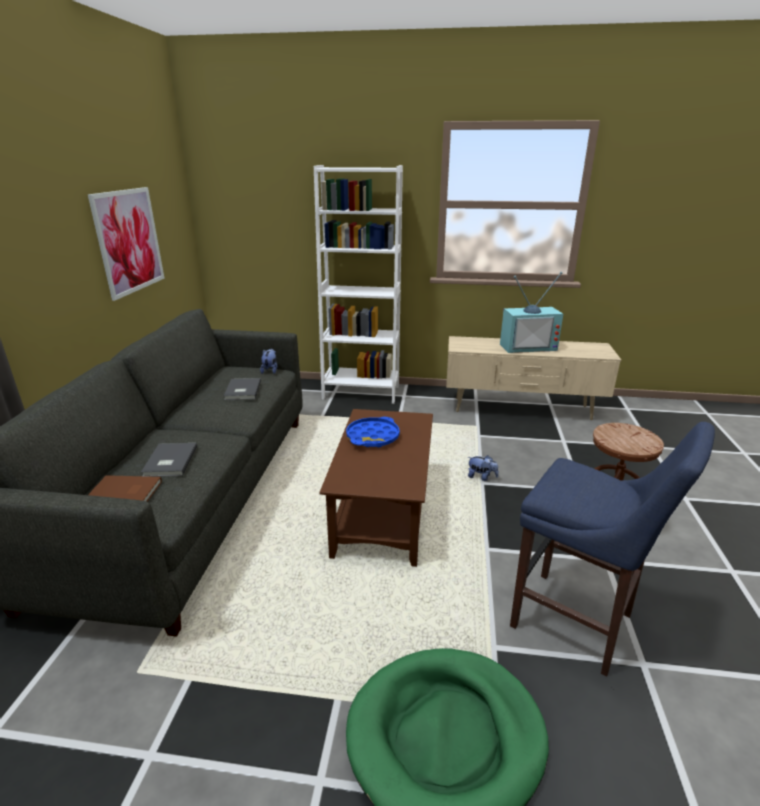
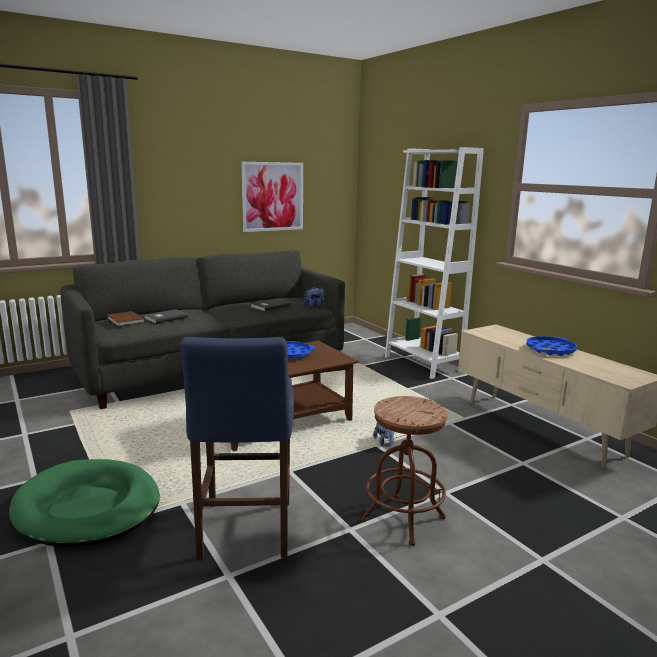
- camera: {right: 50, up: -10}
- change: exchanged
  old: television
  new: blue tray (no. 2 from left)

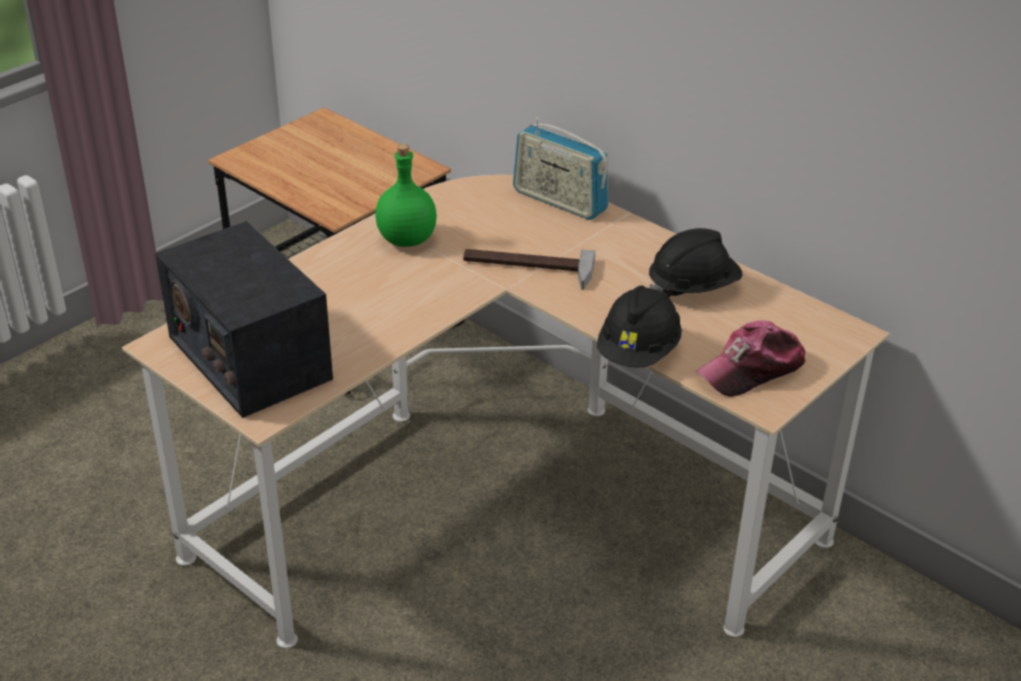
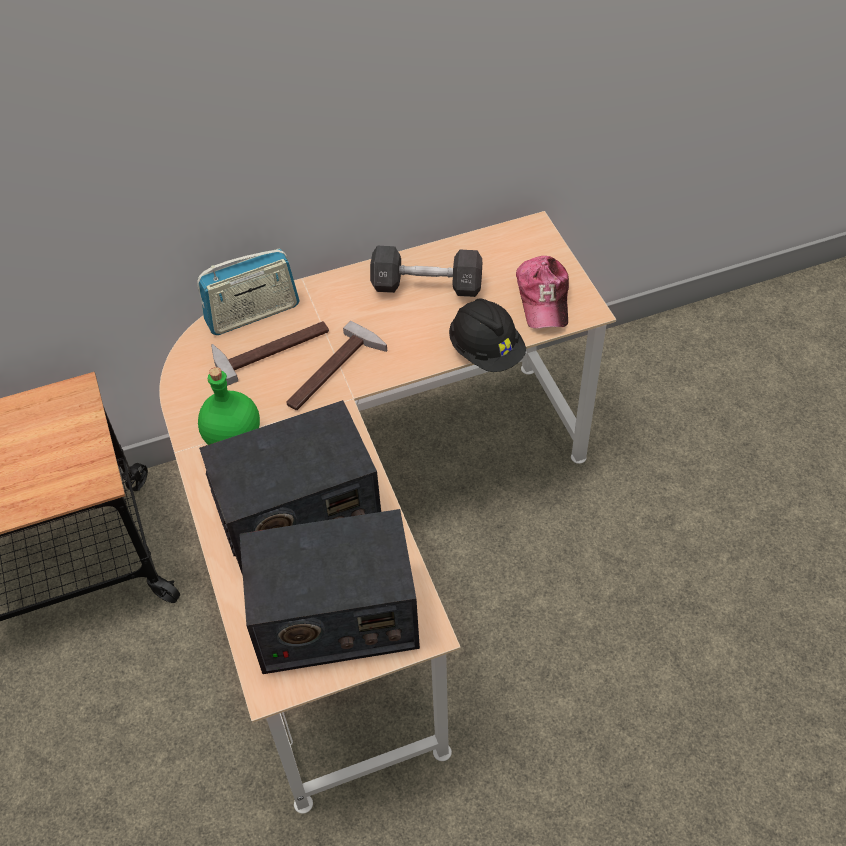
- camera: {right: -60, up: 15}
- change: appeared
  new: radio (no. 2 from left)
- change: appeared
  new: hammer (no. 1 from left)
- change: exchanged
  old: black hard hat (no. 2 from left)
  new: black dumbbell

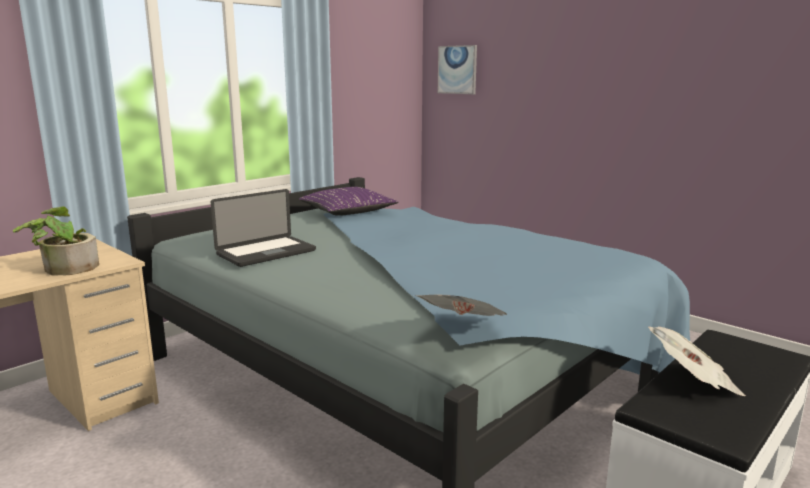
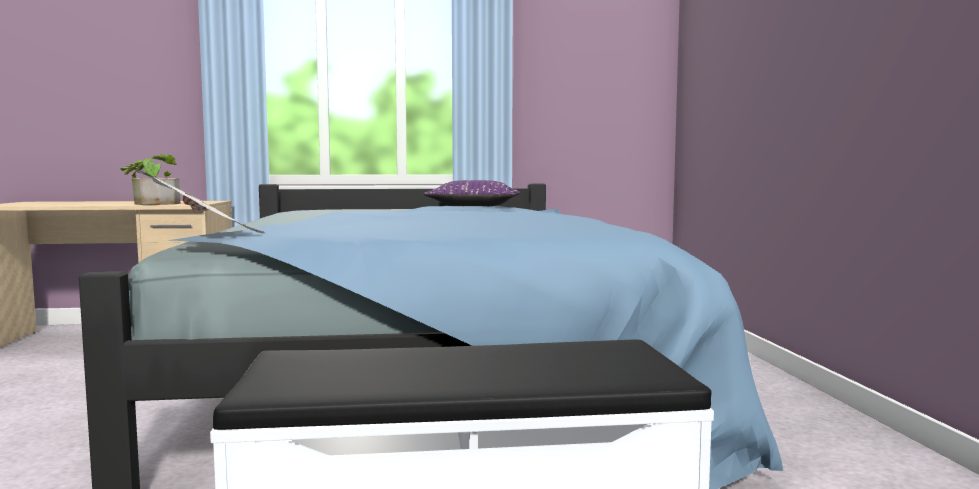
- camera: {right: 40, up: -10}
- change: missing
  old: laptop
- change: missing
  old: picture
- change: missing
  old: newspaper (no. 2 from left)

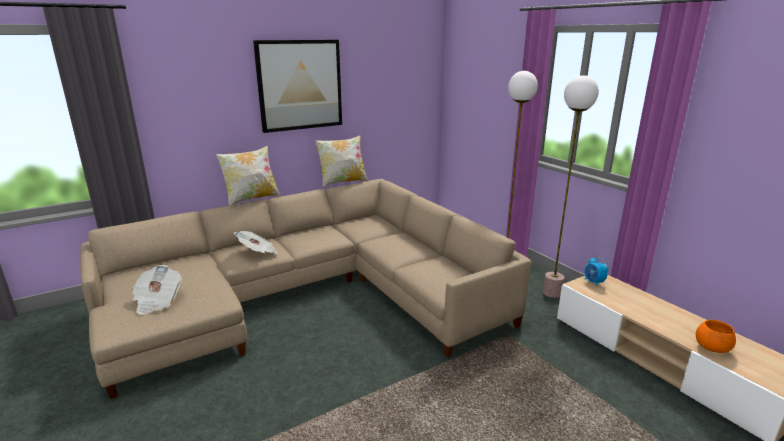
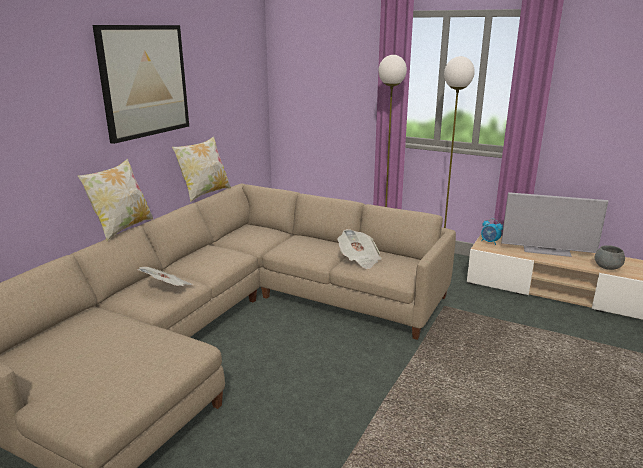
- camera: {right: -30, up: 0}
- change: relocated
  old: newspaper (no. 1 from left in the first image)
  new: newspaper (no. 2 from left)
- change: appeared
  new: television
- change: colour
  old: orange bowl
  new: grey bowl

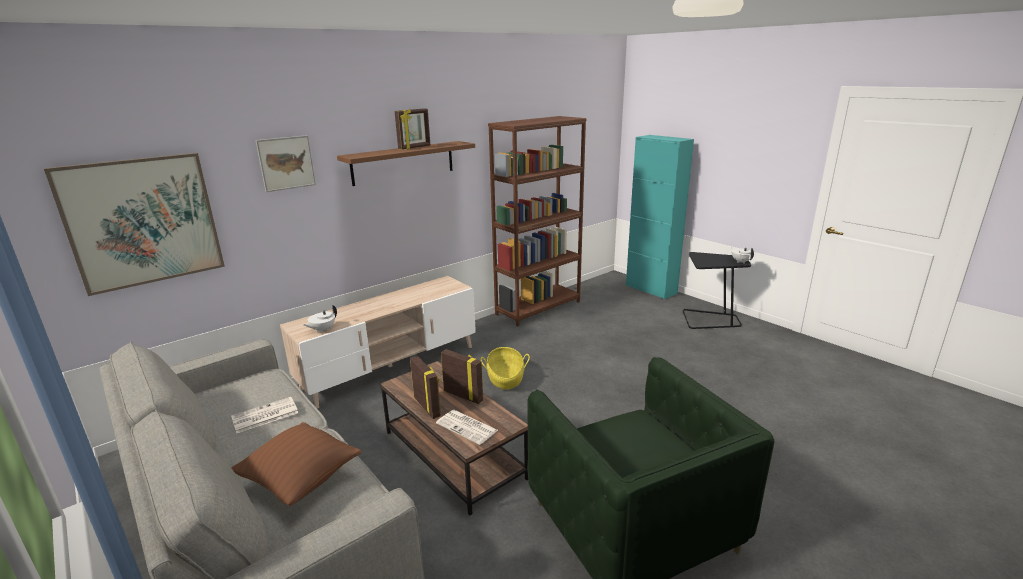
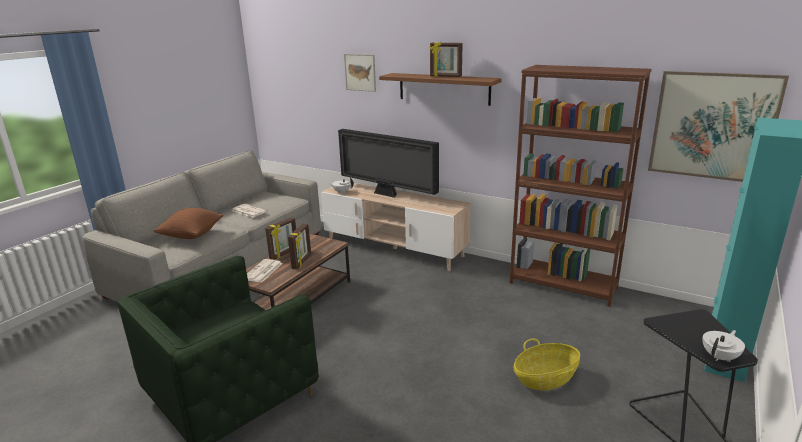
- camera: {right: 70, up: 0}
- change: appeared
  new: television
- change: relocated
  old: basket
- change: relocated
  old: picture (no. 1 from left in the first image)
  new: picture (no. 2 from left)

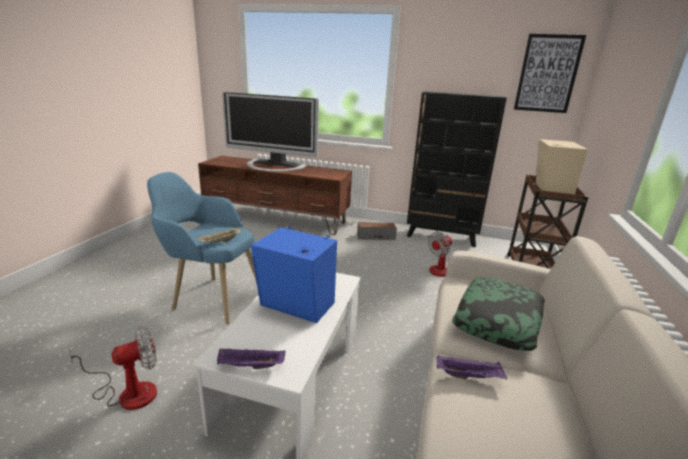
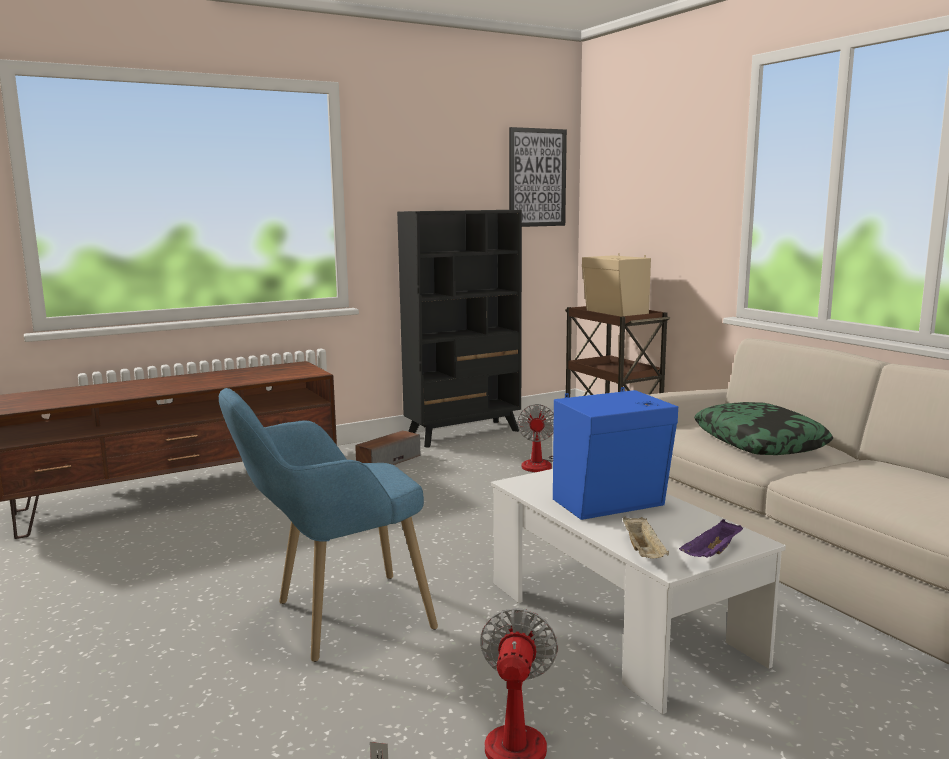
- camera: {right: -45, up: -10}
- change: relocated
  old: beige tray
- change: missing
  old: television
- change: missing
  old: purple tray (no. 2 from left)

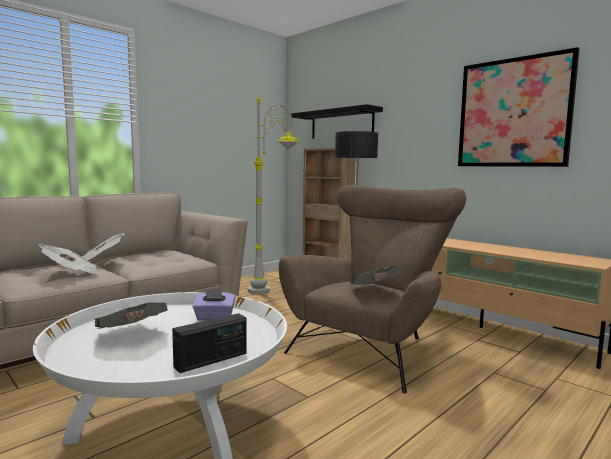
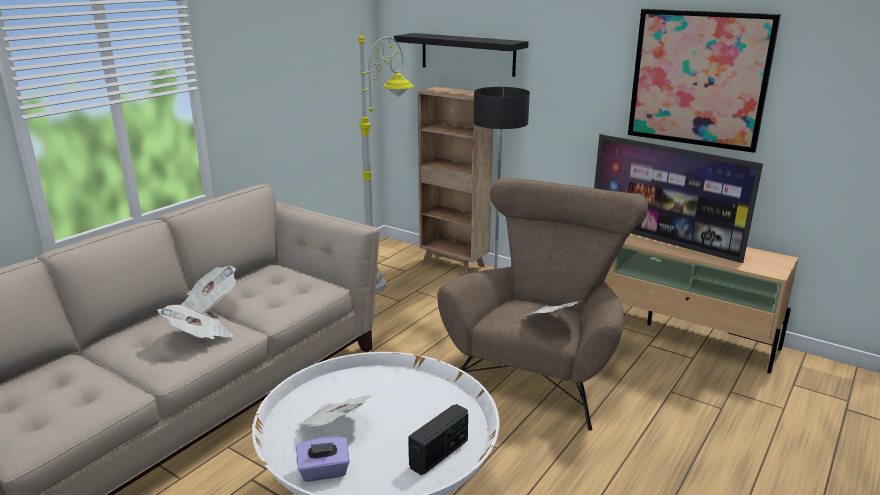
- camera: {right: -10, up: 15}
- change: relocated
  old: purple tissue box
- change: appeared
  new: television

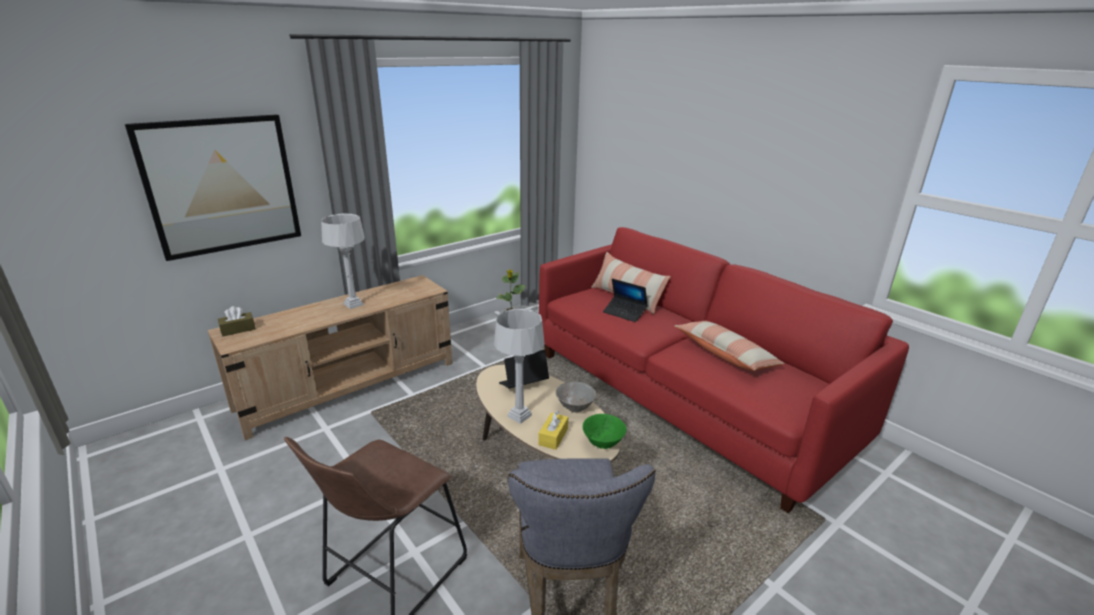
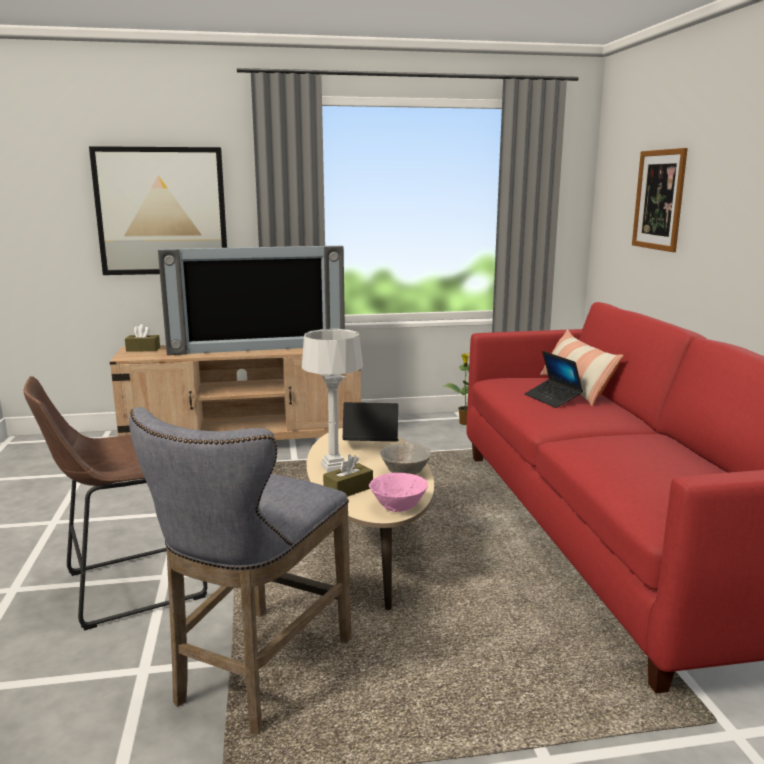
- camera: {right: 30, up: -10}
- change: exchanged
  old: grey table lamp (no. 1 from left)
  new: television
- change: colour
  old: yellow tissue box
  new: brown tissue box (no. 2 from left)
- change: colour
  old: green bowl
  new: pink bowl
- change: appeared
  new: picture (no. 2 from left)
- change: missing
  old: pillow (no. 2 from left)

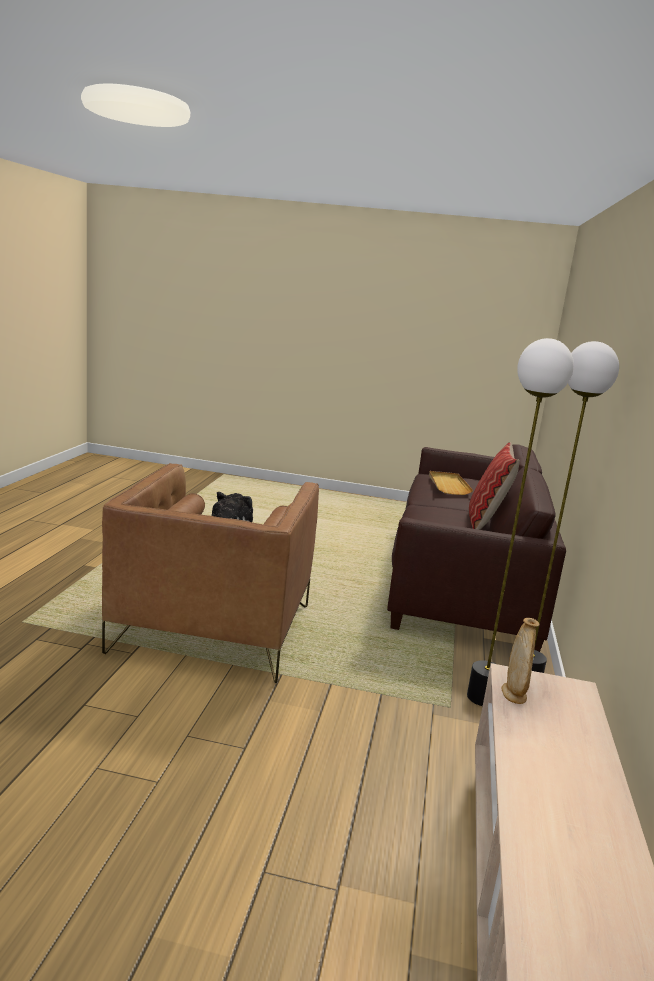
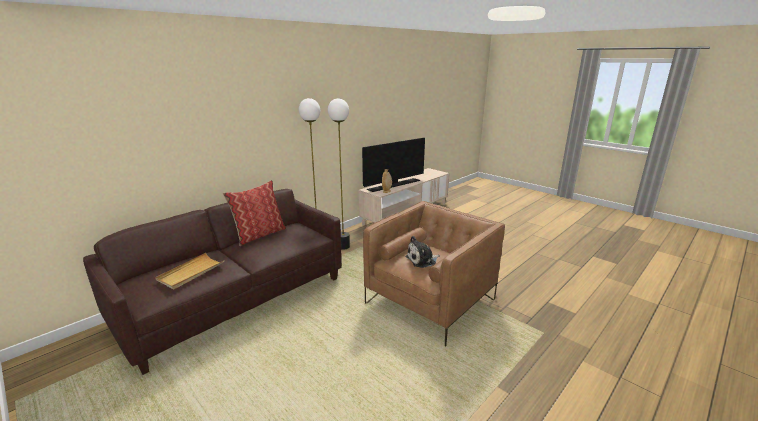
- camera: {right: -145, up: 5}
- change: appeared
  new: television

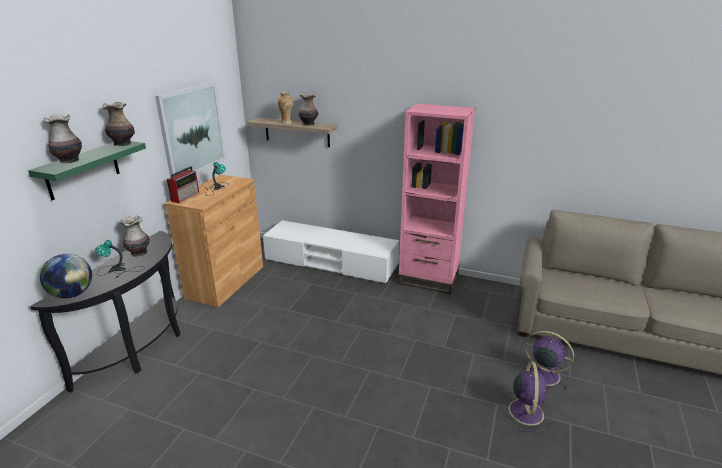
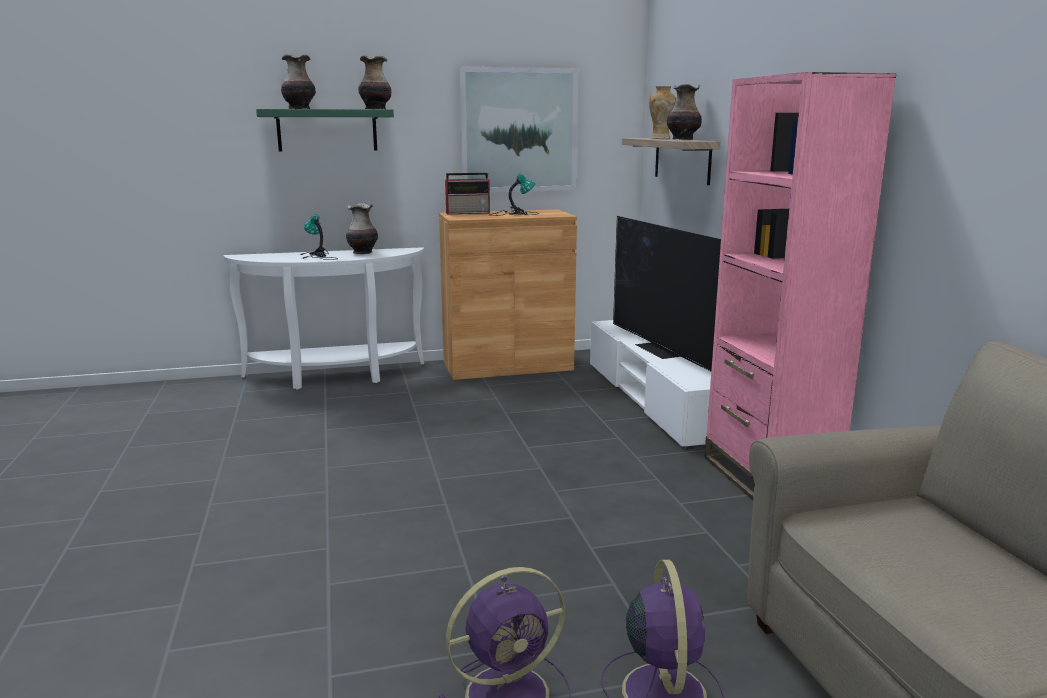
- camera: {right: 55, up: -10}
- change: colour
  old: black console table
  new: white console table
- change: appeared
  new: television
- change: missing
  old: globe

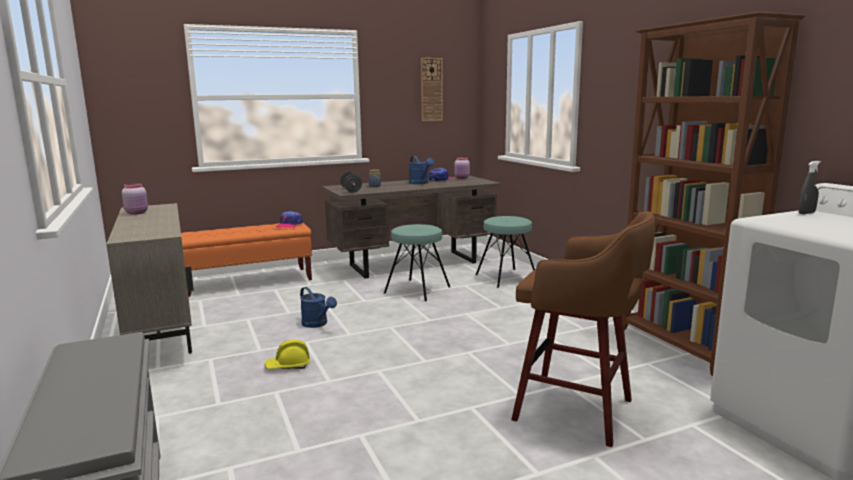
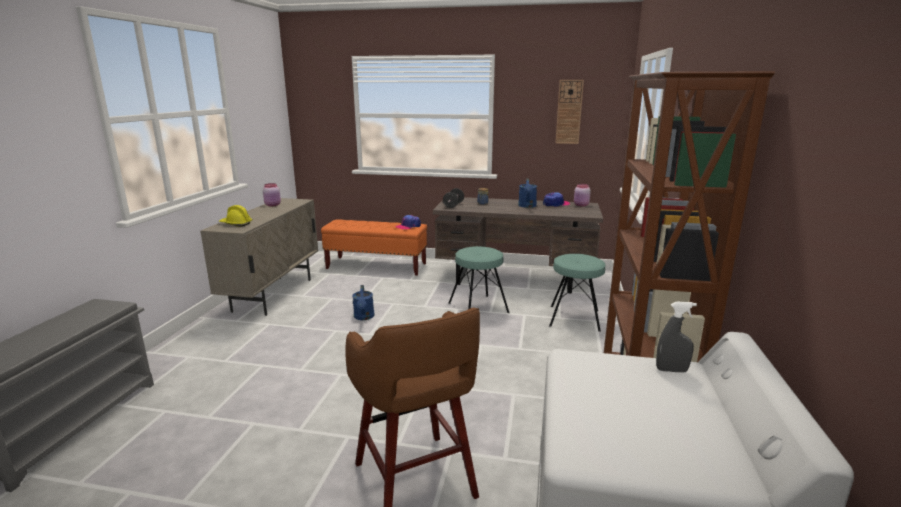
- camera: {right: 35, up: 5}
- change: relocated
  old: yellow hard hat

